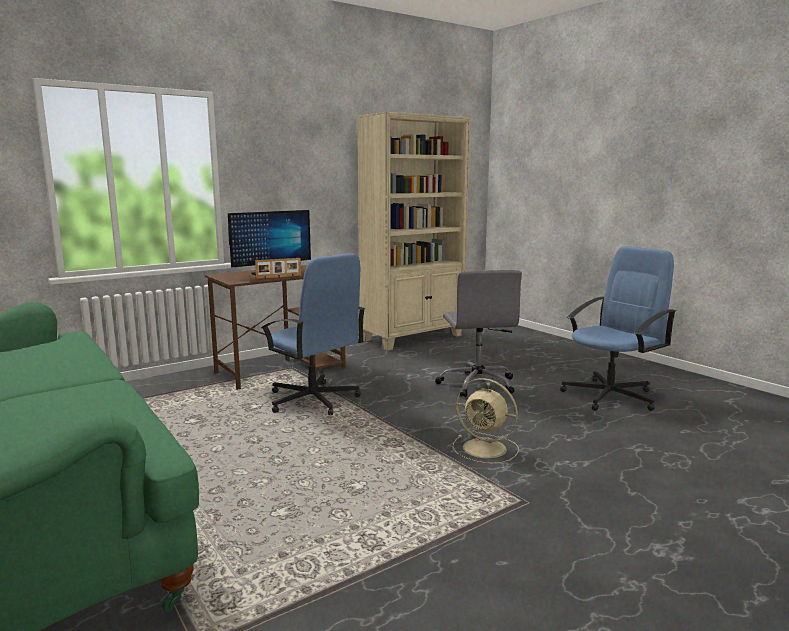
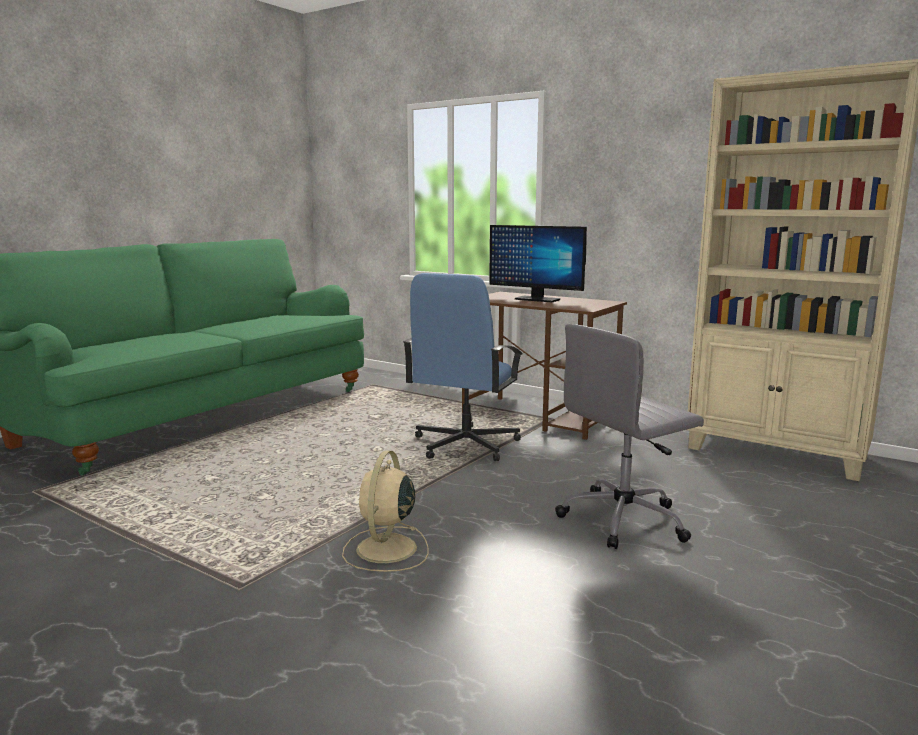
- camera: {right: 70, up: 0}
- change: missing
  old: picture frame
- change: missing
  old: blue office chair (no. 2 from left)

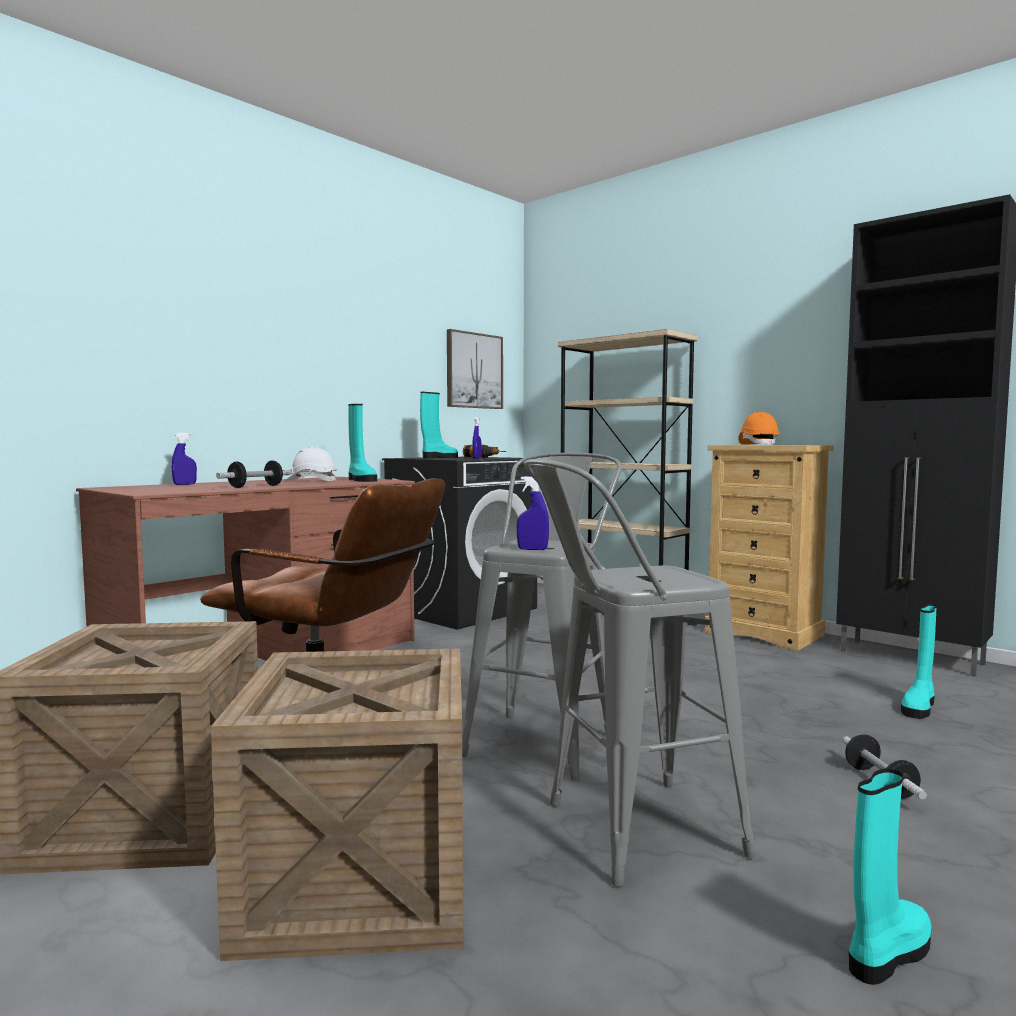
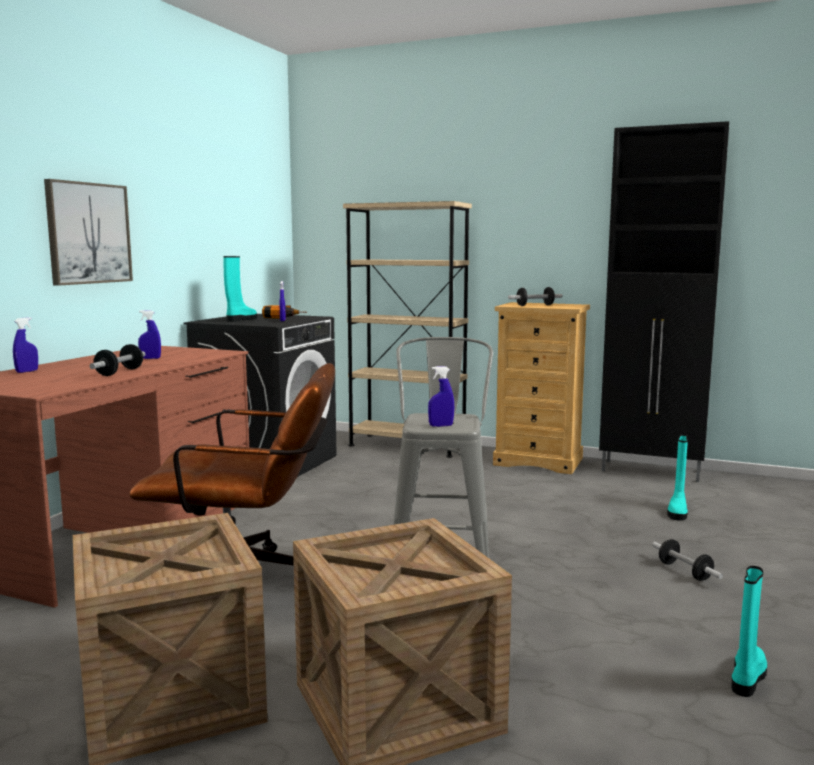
- camera: {right: -20, up: 5}
- change: relocated
  old: picture
- change: exchanged
  old: white hard hat
  new: blue spray bottle (no. 2 from left)
- change: exchanged
  old: orange hard hat
  new: dumbbell (no. 2 from left)
- change: missing
  old: turquoise boot (no. 1 from left)
- change: missing
  old: grey stool (no. 2 from left)

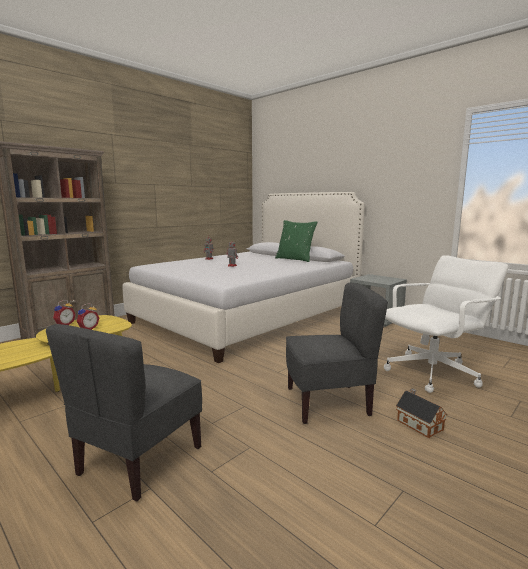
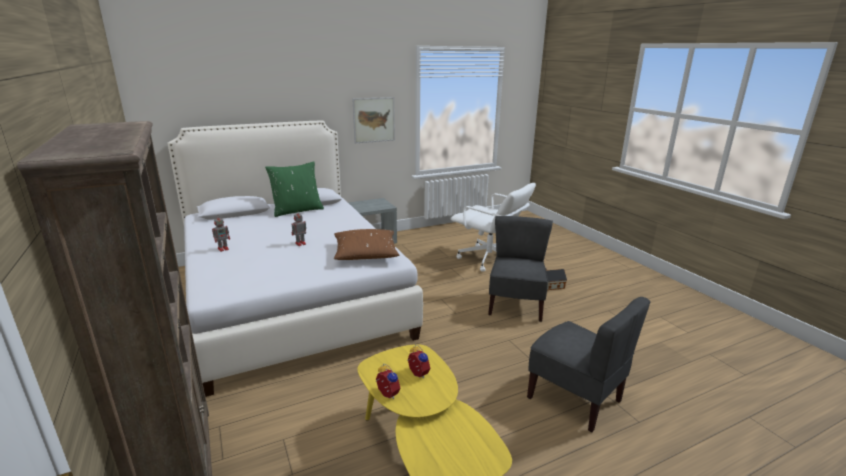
- camera: {right: -70, up: 10}
- change: appeared
  new: brown pillow
- change: appeared
  new: picture
- change: spun
  old: white office chair
  degrees: 135

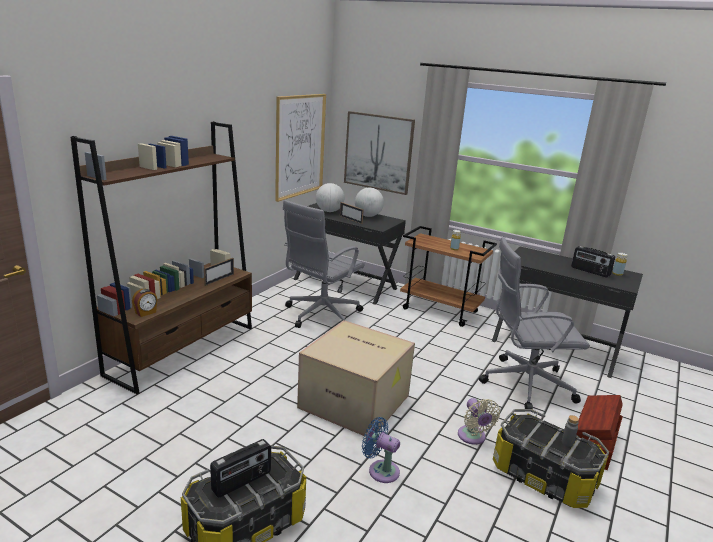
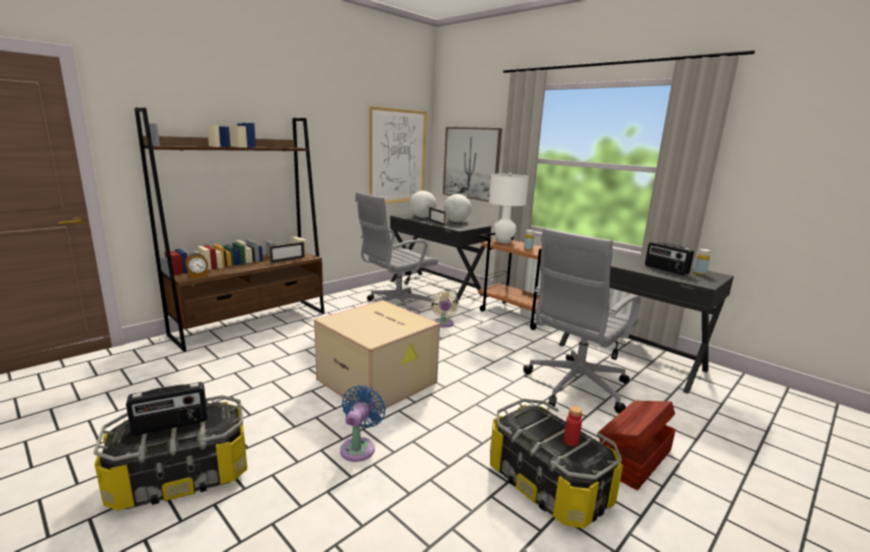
- camera: {right: 15, up: -5}
- change: spun
  old: blue fan
  degrees: 60
- change: relocated
  old: beige fan
- change: appeared
  new: white table lamp
- change: spun
  old: grey office chair (no. 2 from left)
  degrees: -60
- change: colour
  old: grey bottle
  new: red bottle

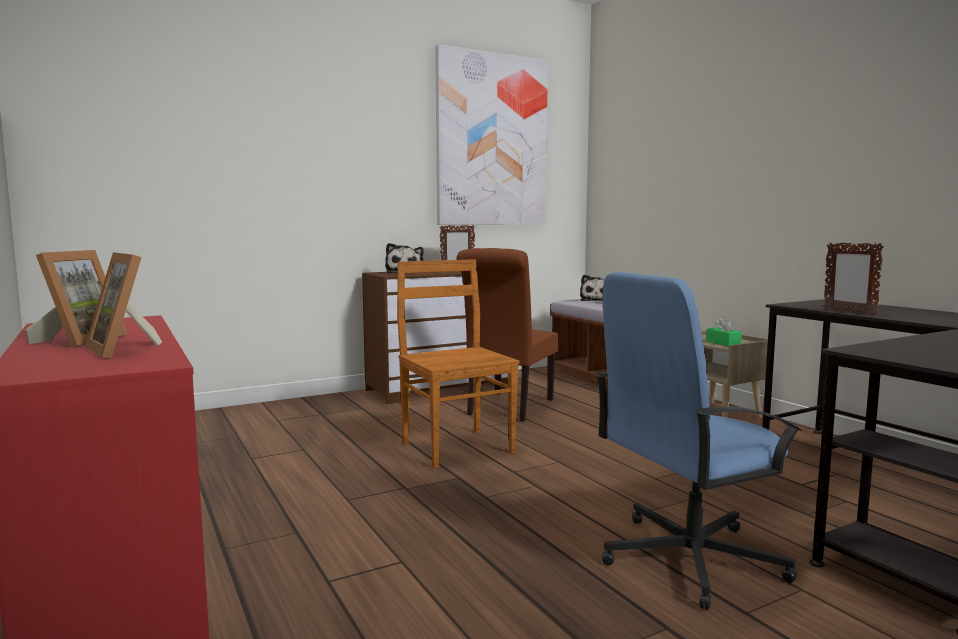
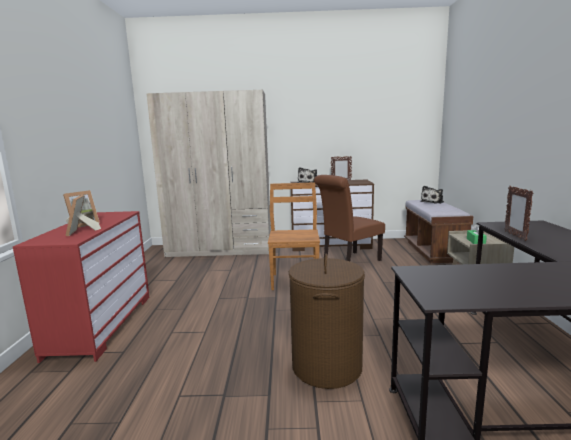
- camera: {right: 30, up: 5}
- change: appeared
  new: beige wardrobe
- change: exchanged
  old: blue office chair
  new: brown laundry basket
- change: missing
  old: picture

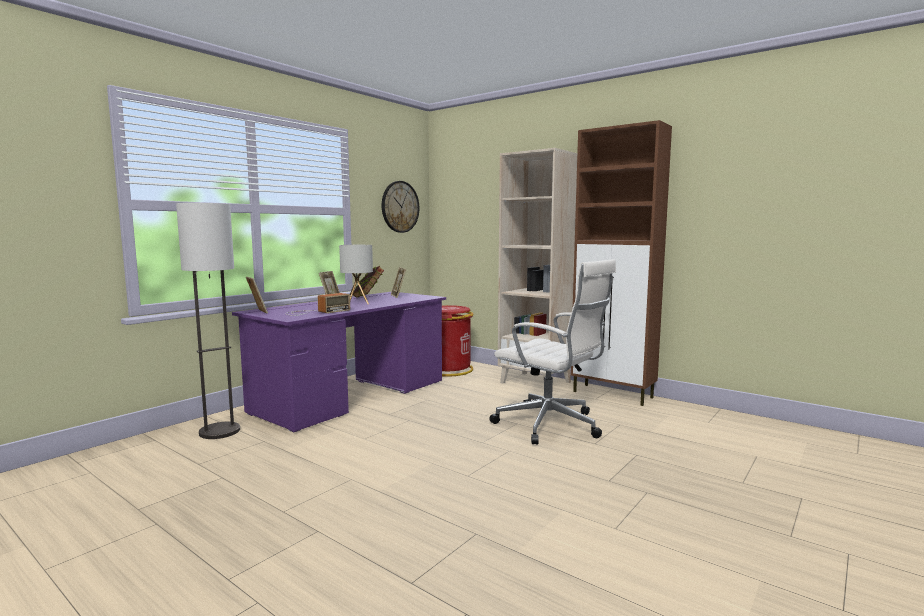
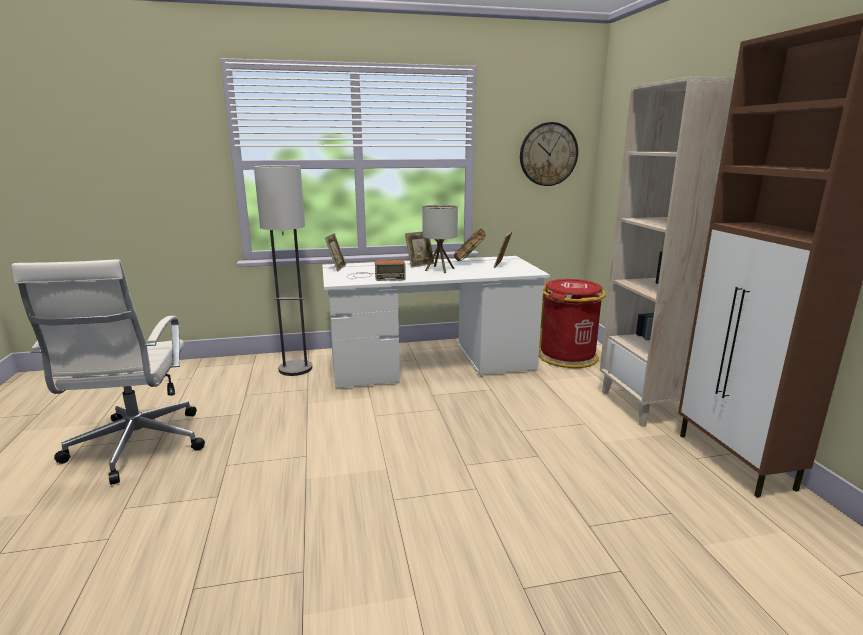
- camera: {right: 40, up: 10}
- change: relocated
  old: white office chair
- change: colour
  old: purple desk
  new: white desk

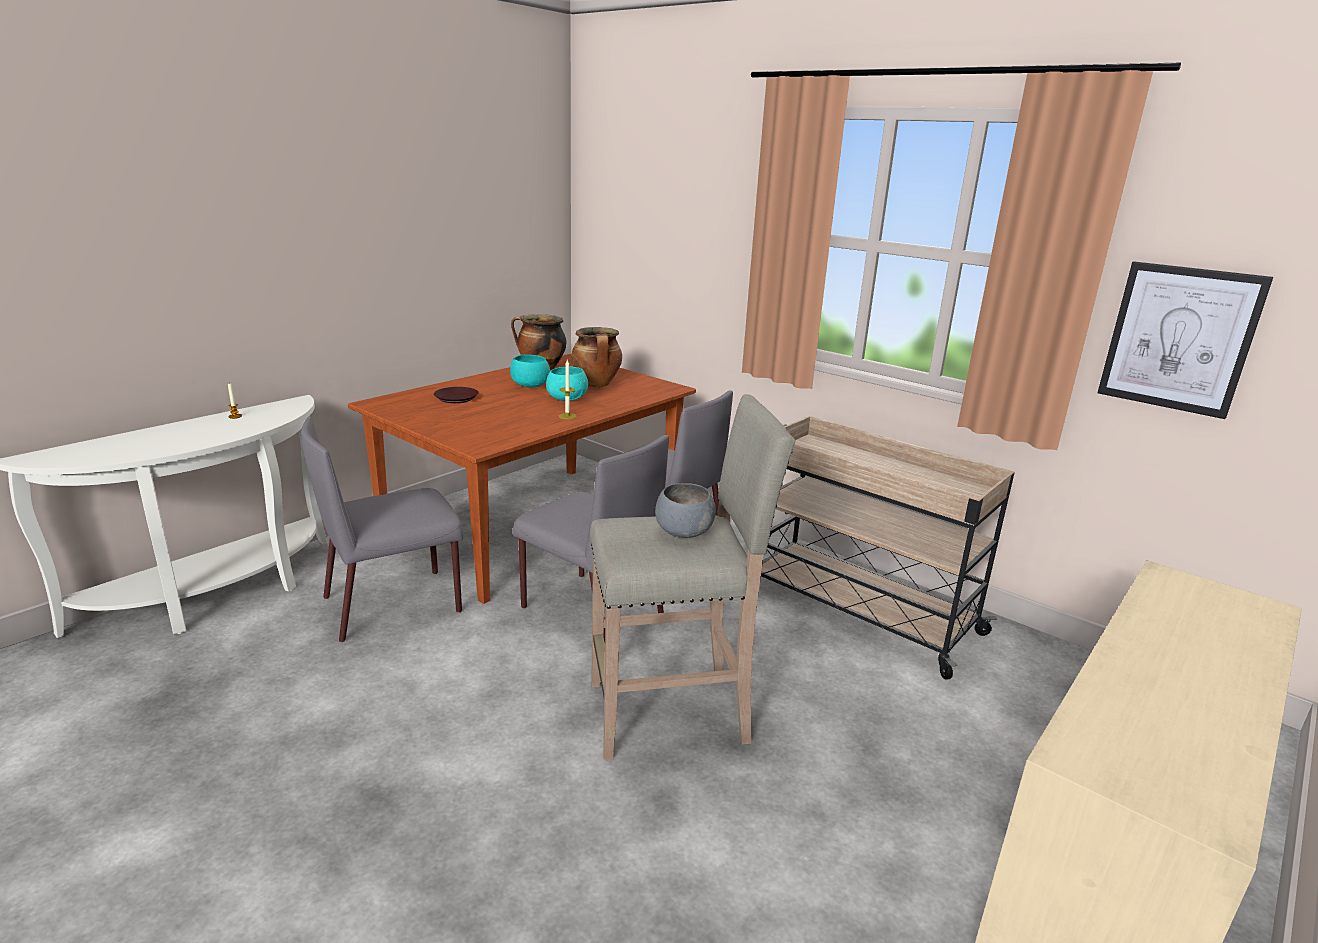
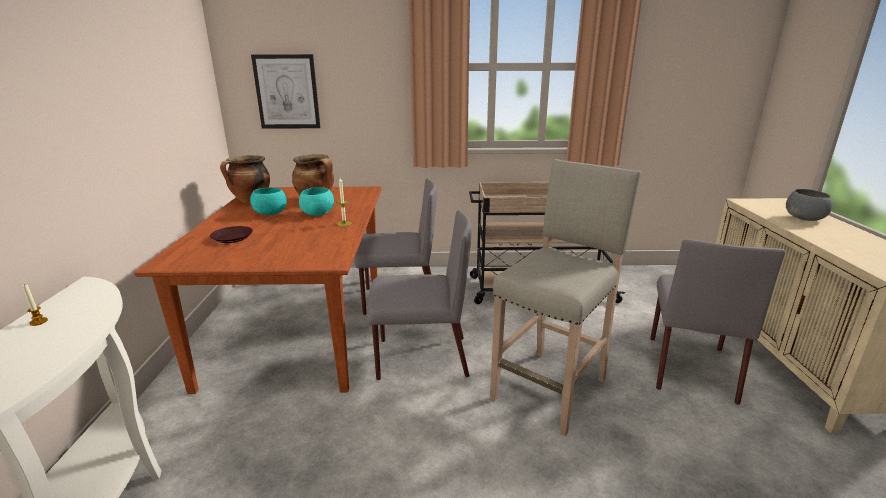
- camera: {right: -40, up: 0}
- change: relocated
  old: picture
- change: relocated
  old: grey chair (no. 1 from left in the first image)
  new: grey chair (no. 3 from left)
- change: relocated
  old: grey bowl

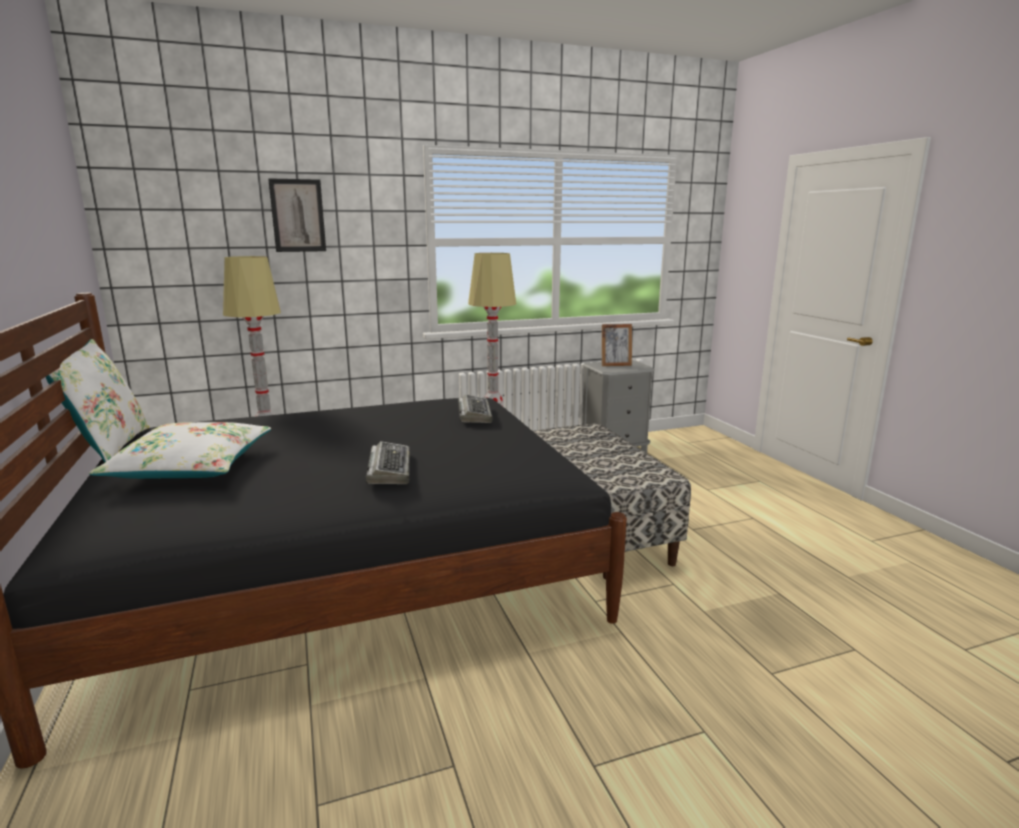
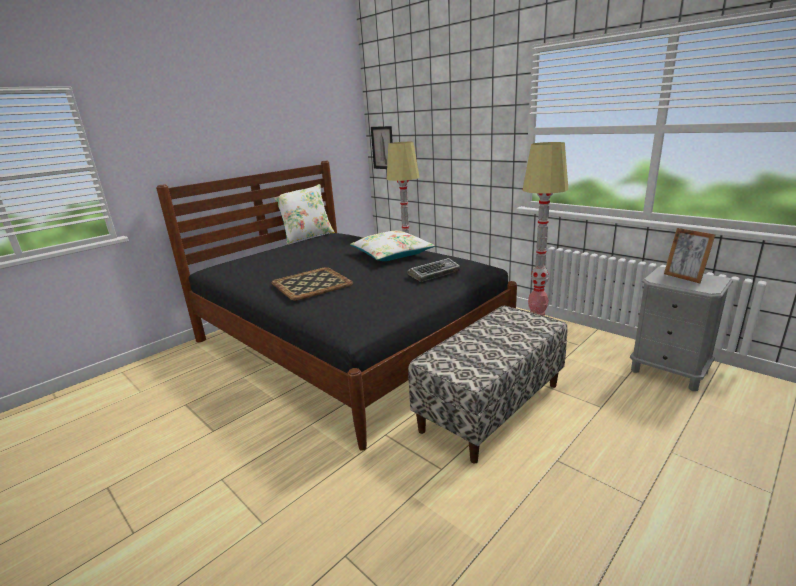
- camera: {right: 65, up: 5}
- change: exchanged
  old: keyboard (no. 1 from left)
  new: tray
- change: relocated
  old: white pillow (no. 2 from left)
- change: relocated
  old: picture

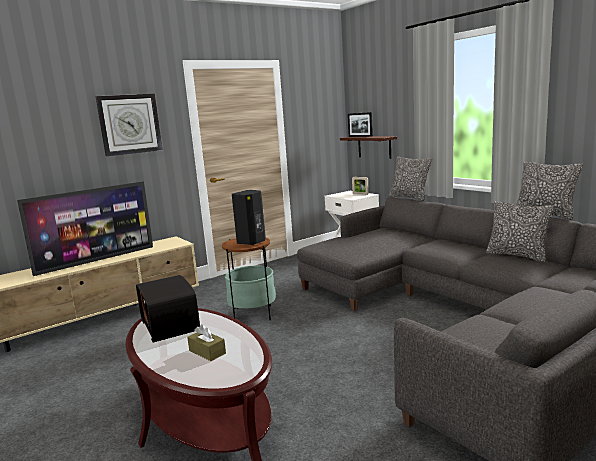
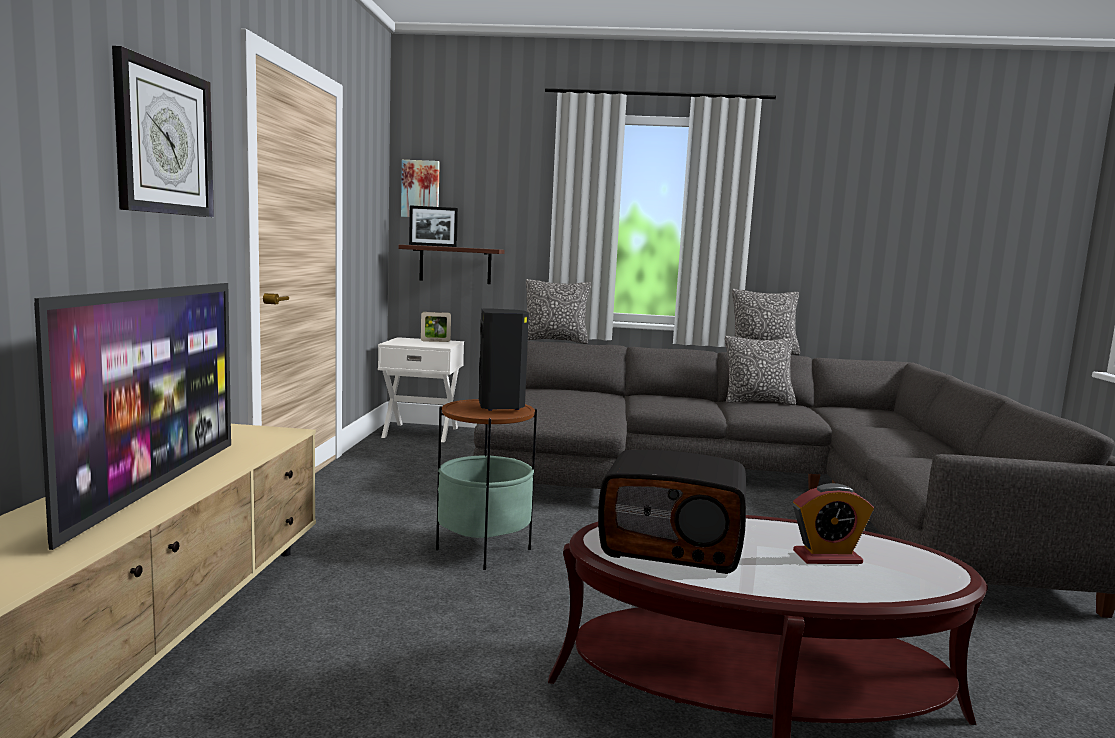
- camera: {right: -50, up: -5}
- change: appeared
  new: picture
- change: exchanged
  old: brown tissue box
  new: alarm clock

